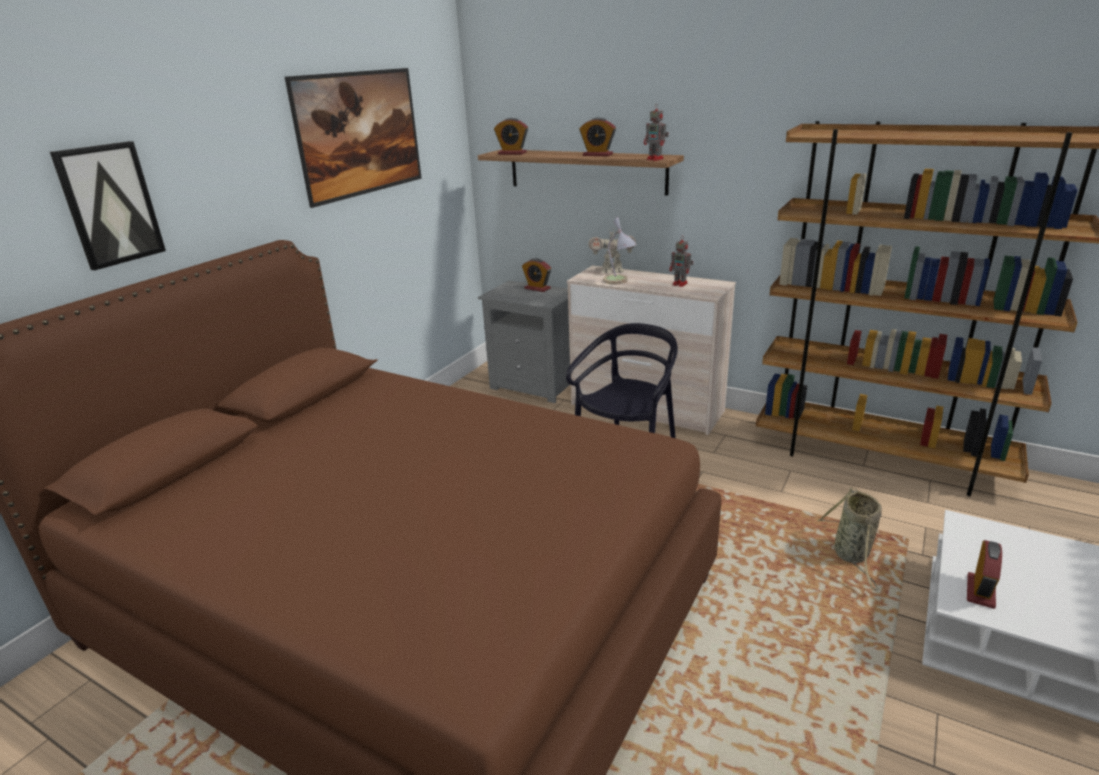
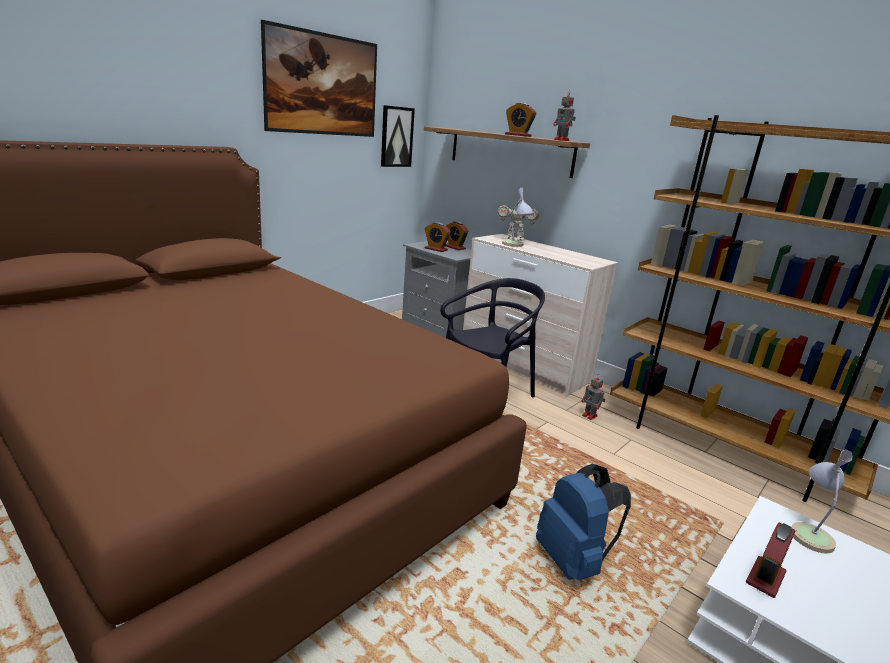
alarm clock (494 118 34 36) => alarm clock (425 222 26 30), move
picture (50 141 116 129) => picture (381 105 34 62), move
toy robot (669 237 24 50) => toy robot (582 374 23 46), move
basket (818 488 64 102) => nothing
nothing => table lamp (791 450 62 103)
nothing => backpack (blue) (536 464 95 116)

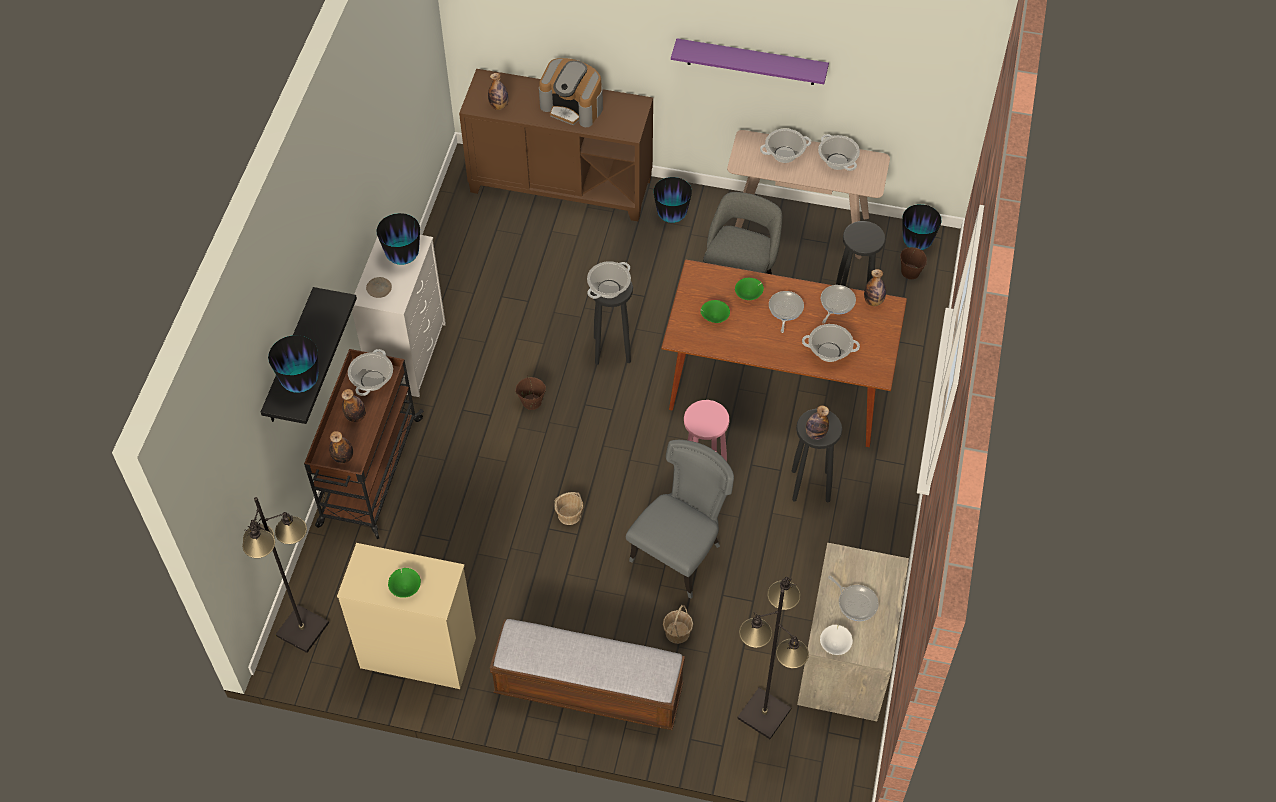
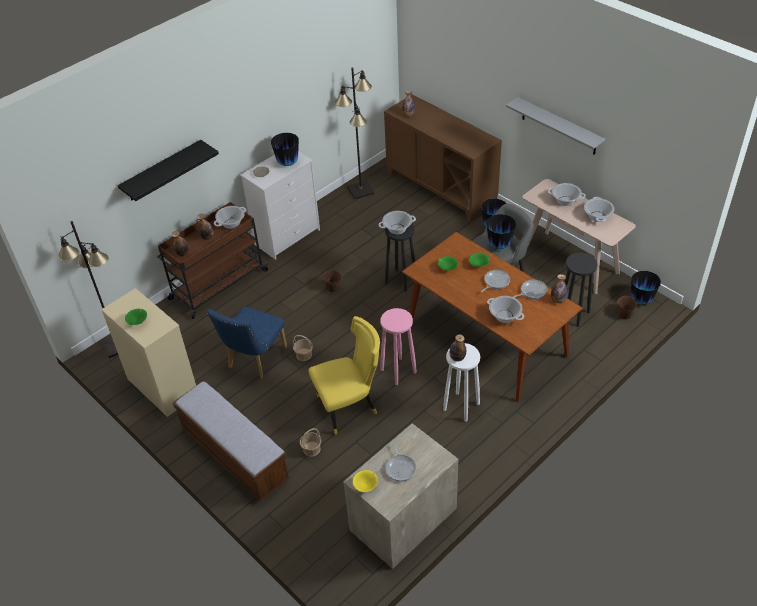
shelf (purple) (671 39 158 46) => shelf (grey) (506 97 99 58)
coffee machine (539 58 64 69) => nothing
vase (268 335 50 58) => vase (486 214 30 35), move
stool (black) (792 409 50 93) => stool (white) (443 343 37 79)
chair (grey) (626 440 108 159) => chair (yellow) (308 316 72 119)
floor lamp (black) (737 577 72 162) => floor lamp (black) (335 67 40 132), move
bowl (white) (820 625 33 30) => bowl (yellow) (353 470 25 22)
nothing => chair (blue) (207 307 80 72)

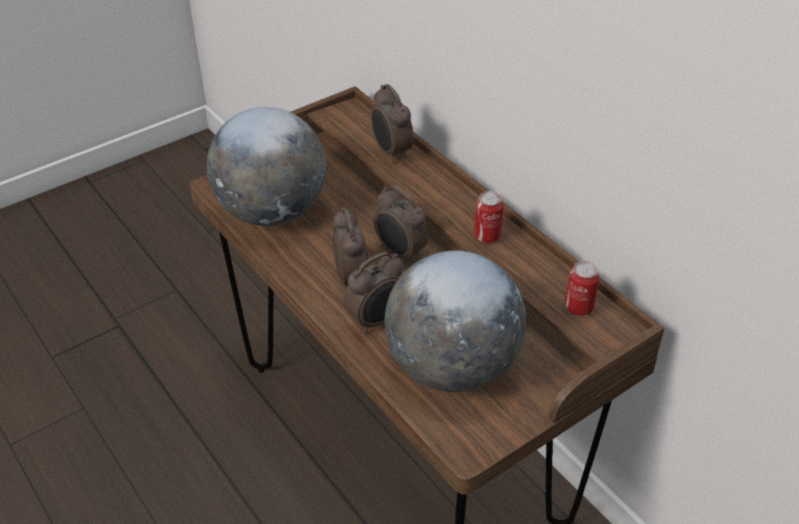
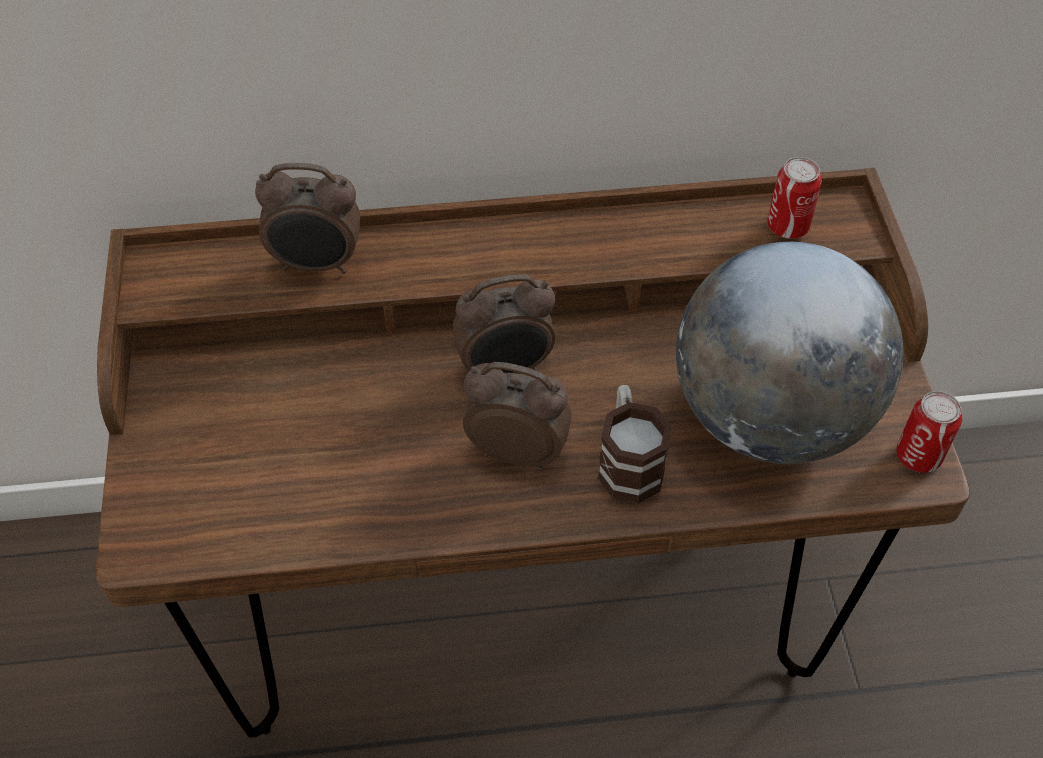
globe (207 107 119 119) => nothing
can (474 191 30 52) => can (896 391 66 82), move
alarm clock (343 252 60 81) => mug (597 385 75 118)

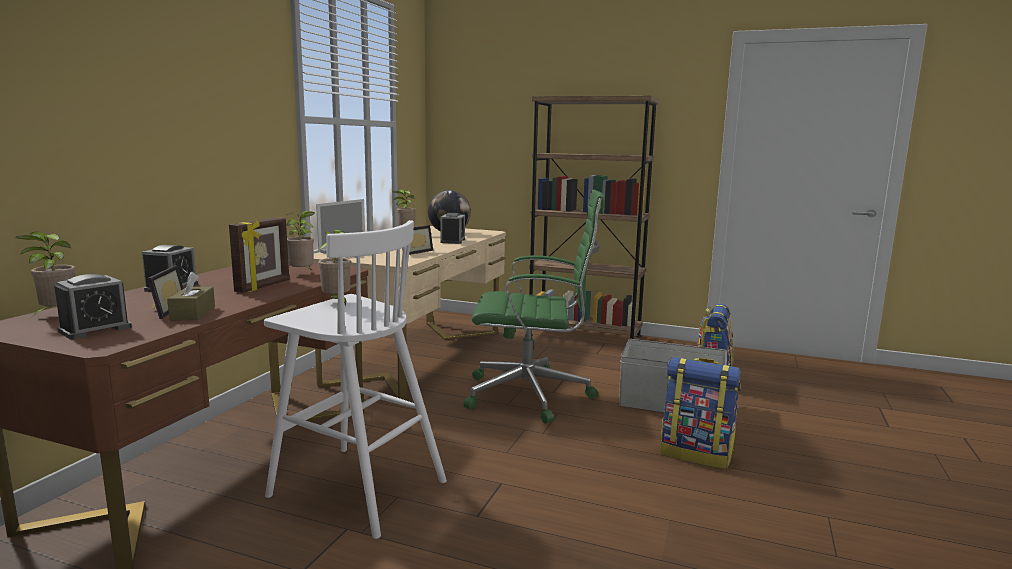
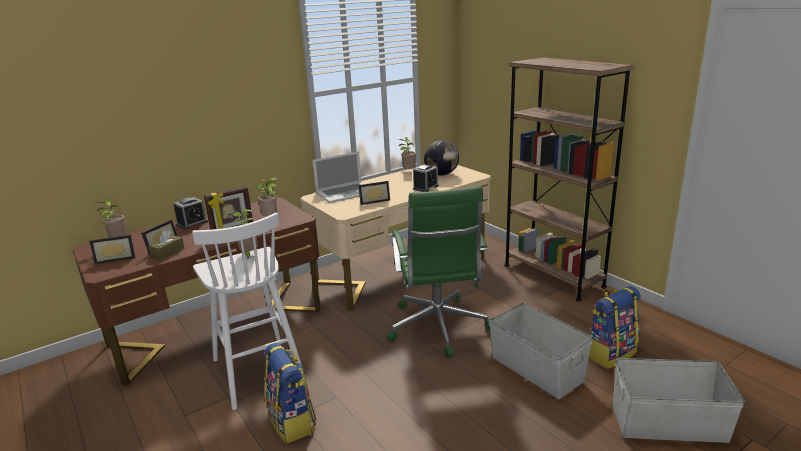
office chair (green) (463 190 142 234) => office chair (green) (387 187 103 171), 45 degrees clockwise
alarm clock (54 274 78 65) => picture frame (89 235 46 29)
backpack (661 357 80 112) => backpack (264 343 52 101), move
nothing => storage box (grey) (612 358 133 85)

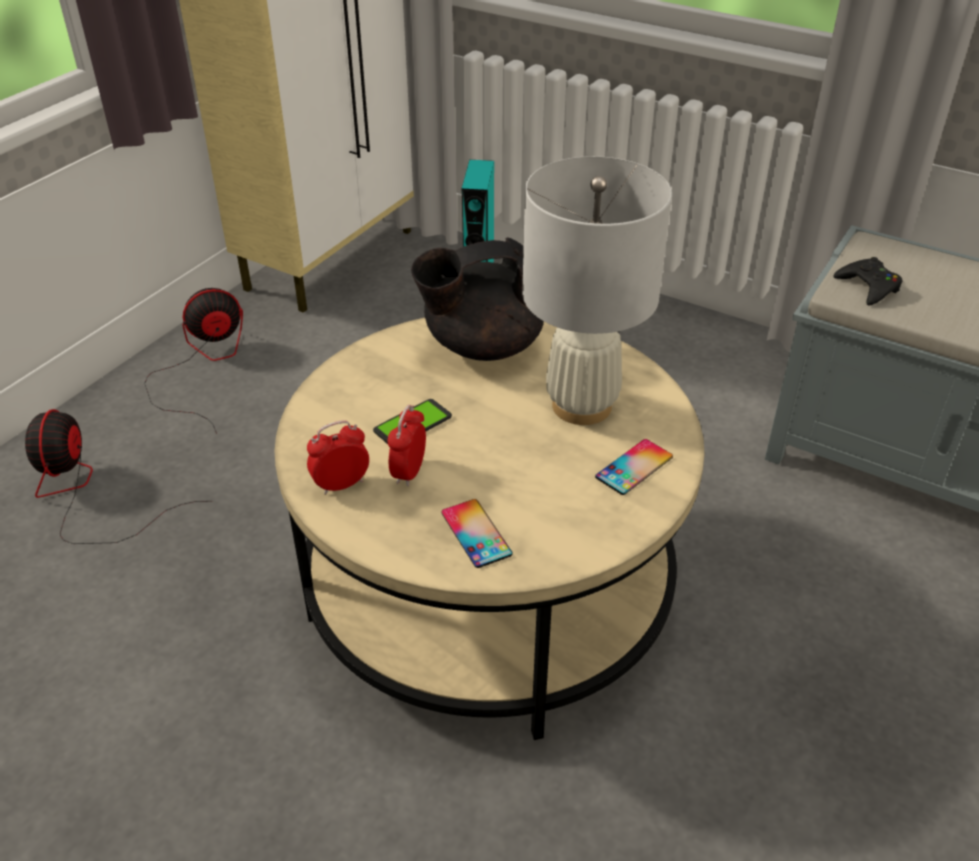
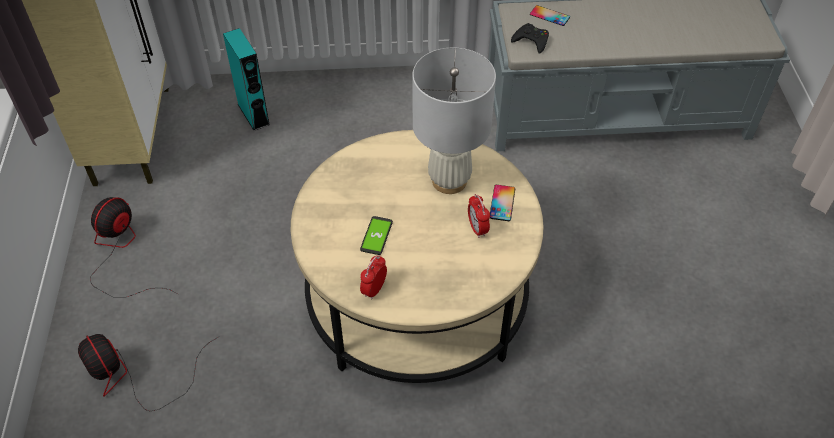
teapot (black) (411 238 133 123) => nothing
alarm clock (388 405 38 81) => alarm clock (468 194 22 44), move
phone (441 499 72 69) => phone (530 5 40 21), move

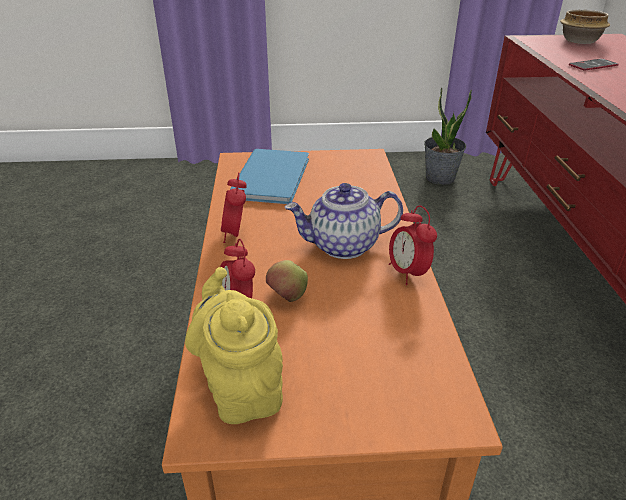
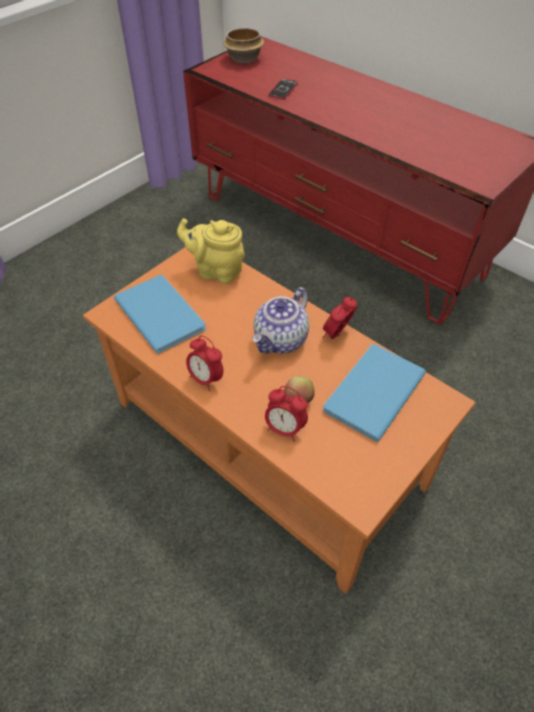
potted plant (424 87 48 98) => nothing
alarm clock (389 205 48 80) => alarm clock (323 297 34 42), 105 degrees clockwise
teapot (yellow) (185 267 98 157) => teapot (yellow) (177 218 68 66), move
nothing => book (blue) (323 344 103 98)

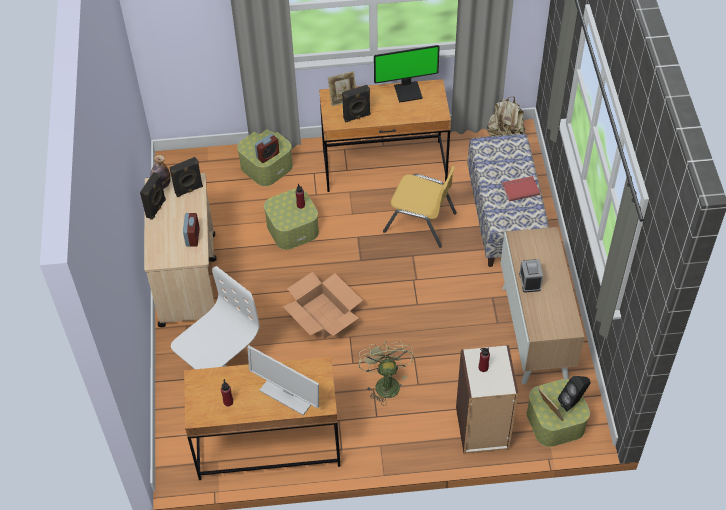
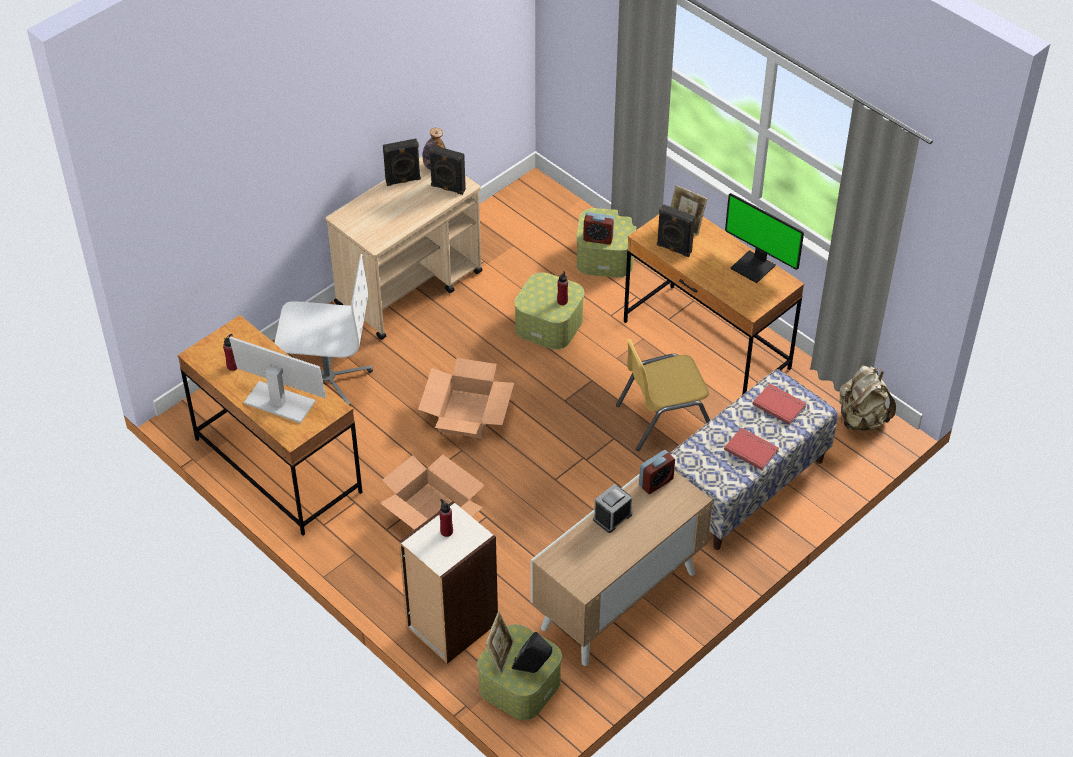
chair (yellow) (383 166 74 82) => chair (yellow) (616 339 94 112), 90 degrees clockwise
alarm clock (183 213 17 34) => alarm clock (639 450 36 44), move
fan (green) (359 341 55 64) => cardboard box (380 454 105 76)
monitor (248 345 71 70) => monitor (229 336 97 87), 120 degrees clockwise
nothing => book (red) (753 384 54 41)

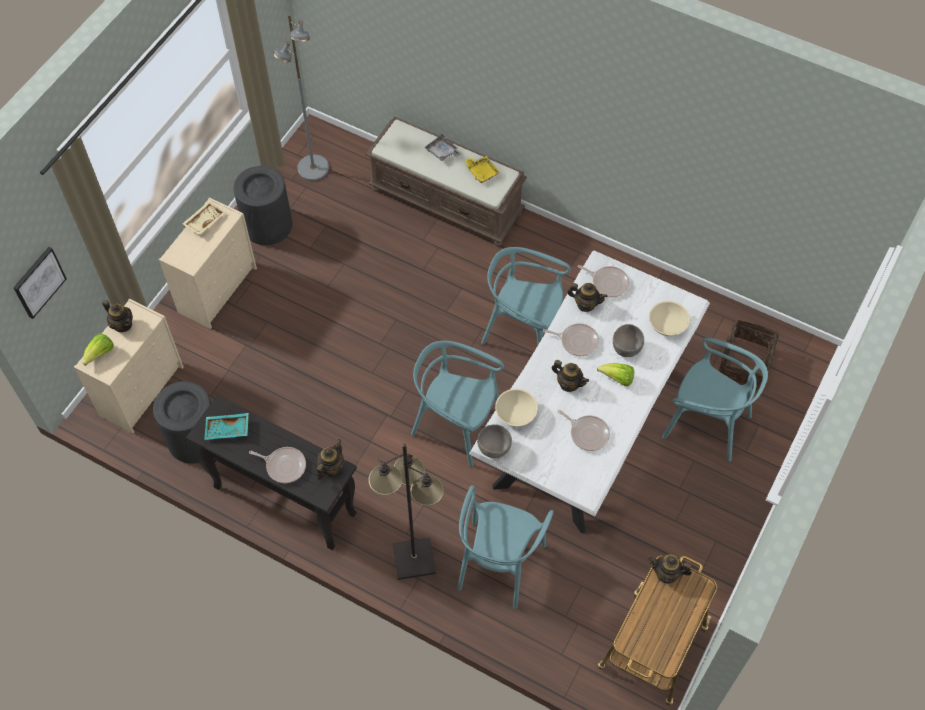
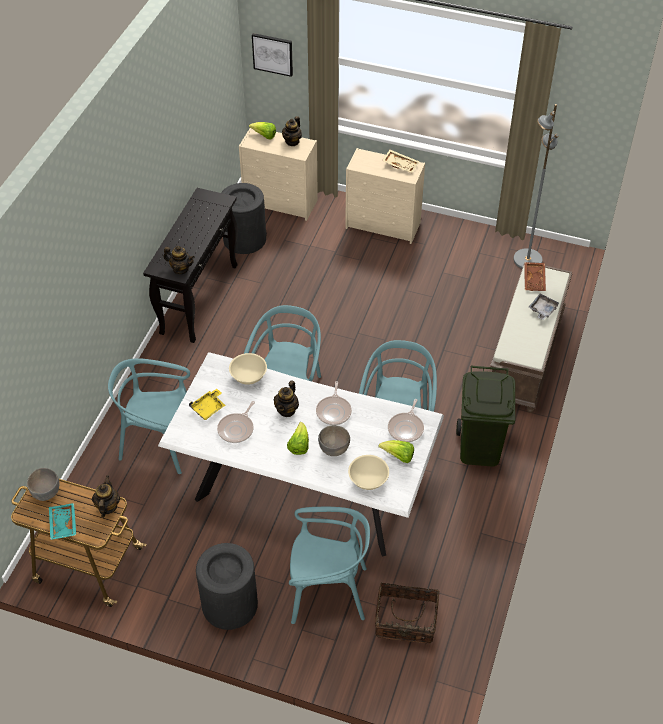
tray (yellow) (465 156 35 27) => tray (yellow) (189 389 36 31), move
trash can (black) (233 166 59 79) => trash can (black) (196 543 62 87), move
teapot (567 283 40 29) => nothing
chair (turquoise) (662 337 106 124) => chair (turquoise) (289 507 81 117), 105 degrees counterclockwise
tray (turquoise) (204 413 45 27) => tray (turquoise) (49 503 27 37), move
bowl (grey) (477 424 35 34) => bowl (grey) (27 468 33 33), move
floor lamp (black) (368 444 76 136) => nothing
frying pan (249 447 57 36) => nothing
nothing => tray (brown) (524 262 22 29)
nothing => trash can (green) (456 365 59 102)
nothing => lettuce (378 440 36 23)

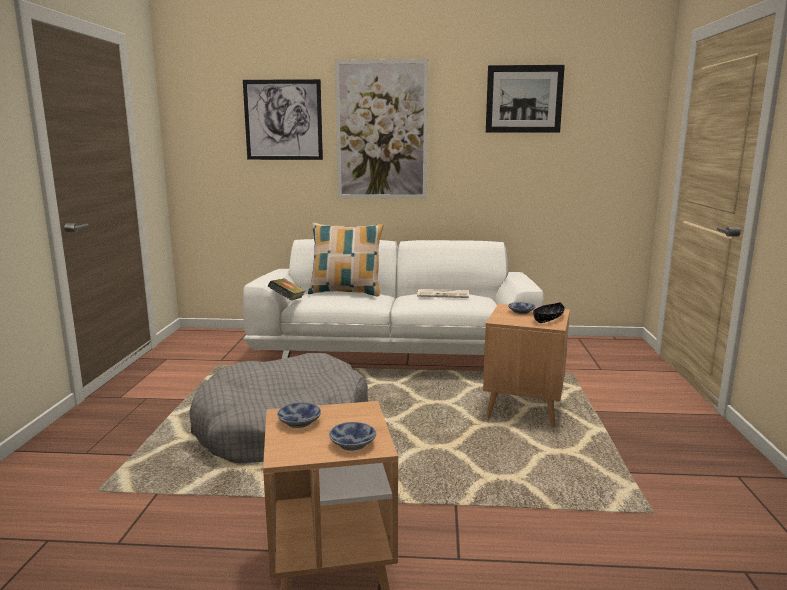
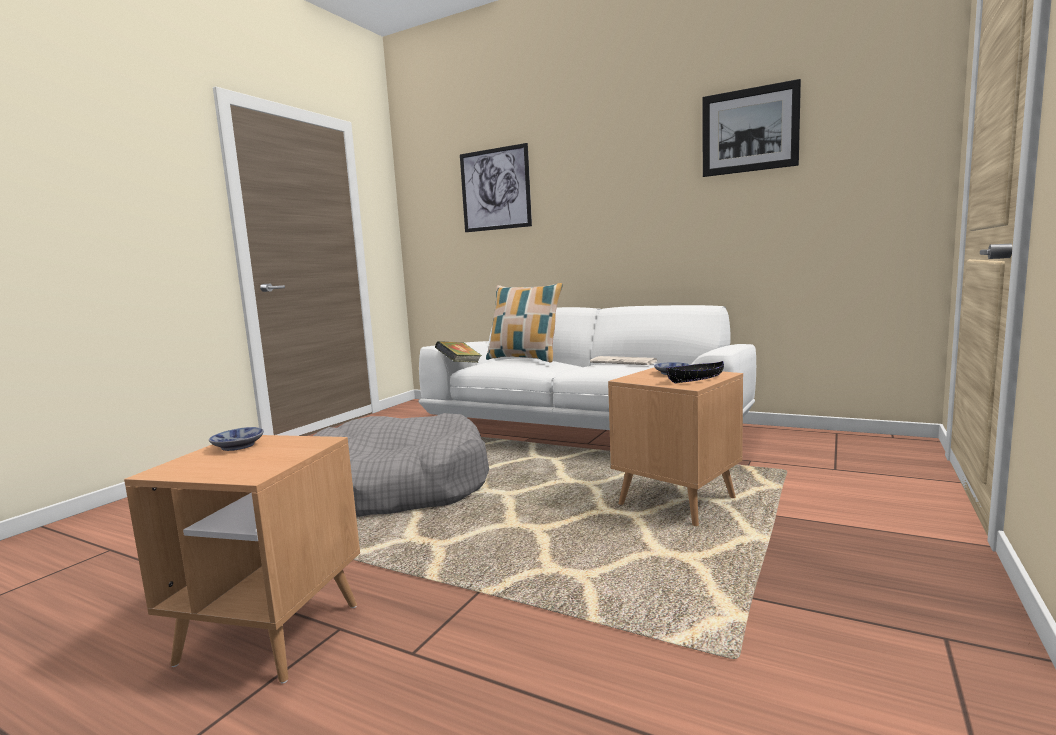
picture (335 59 94 140) => nothing
bowl (329 422 47 29) => nothing

